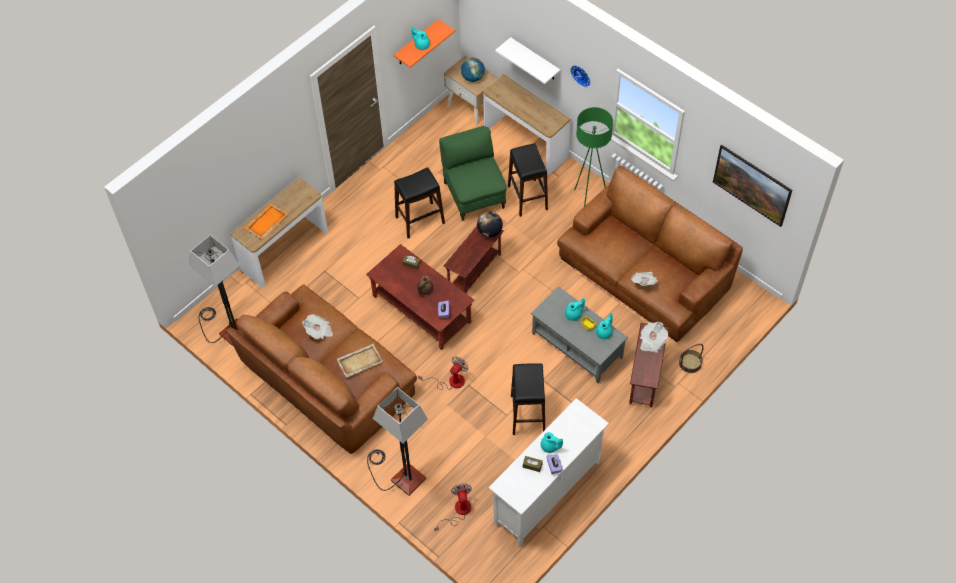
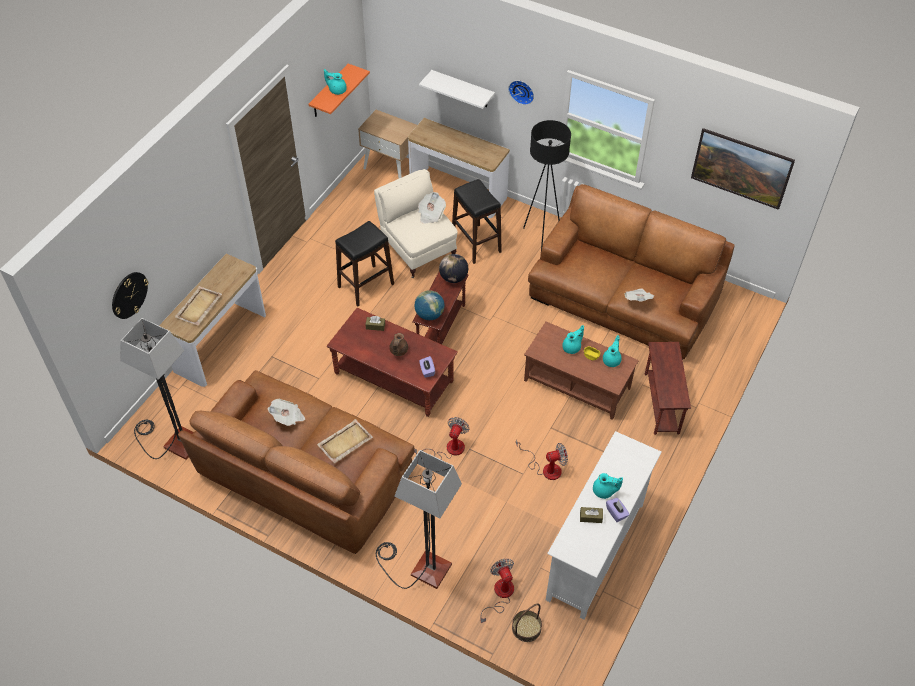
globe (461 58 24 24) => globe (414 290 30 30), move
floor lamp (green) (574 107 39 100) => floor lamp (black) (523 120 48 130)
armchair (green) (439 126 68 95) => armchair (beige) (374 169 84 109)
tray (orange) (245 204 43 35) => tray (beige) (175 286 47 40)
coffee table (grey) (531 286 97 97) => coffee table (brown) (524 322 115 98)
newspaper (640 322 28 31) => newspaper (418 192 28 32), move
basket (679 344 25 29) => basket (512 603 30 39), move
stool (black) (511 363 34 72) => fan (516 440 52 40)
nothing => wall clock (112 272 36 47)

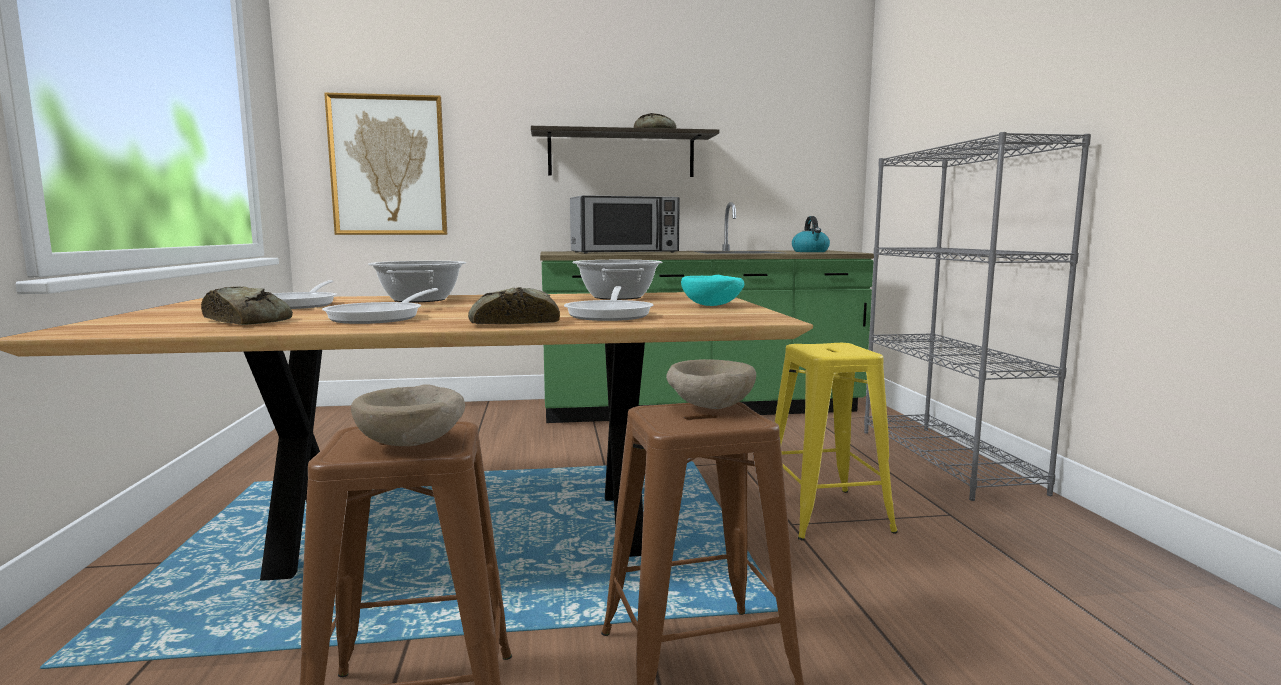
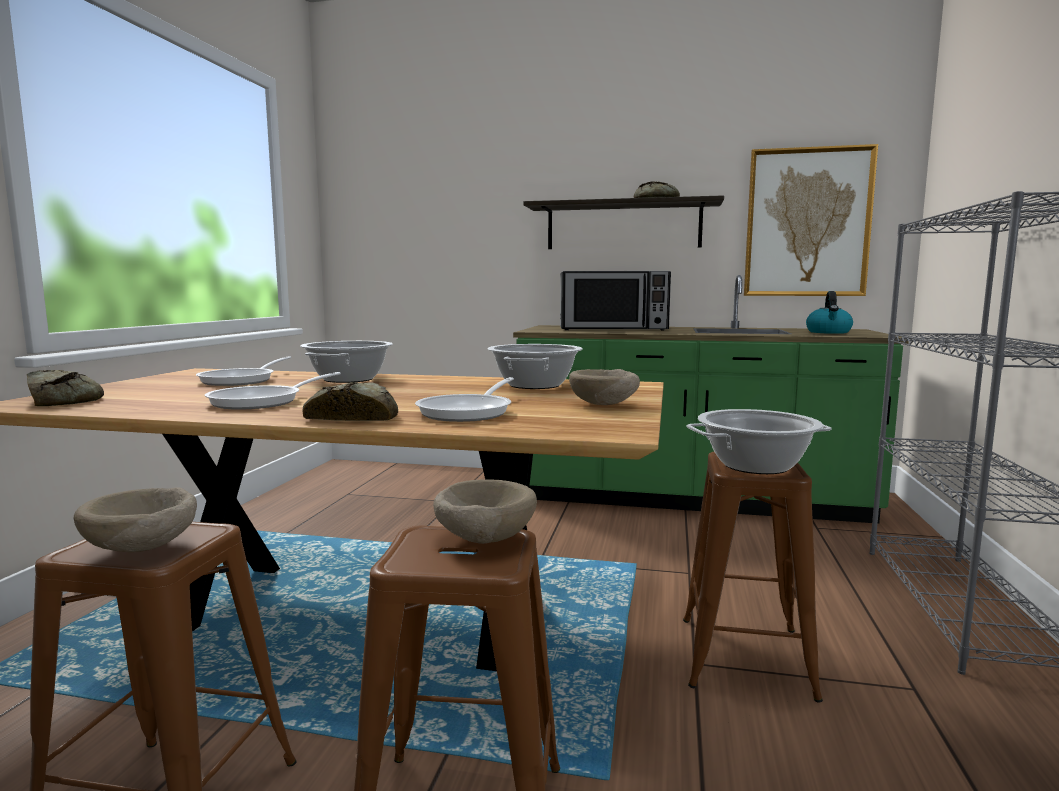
picture (324 93 123 142) => picture (744 144 134 152), move
bowl (turquoise) (681 275 63 31) => bowl (beige) (569 369 71 36)
bread (201 286 92 39) => bread (27 370 77 36), move
stool (yellow) (775 343 123 198) => stool (brown) (683 452 140 251)
nothing => cooking pot (686 409 146 65)

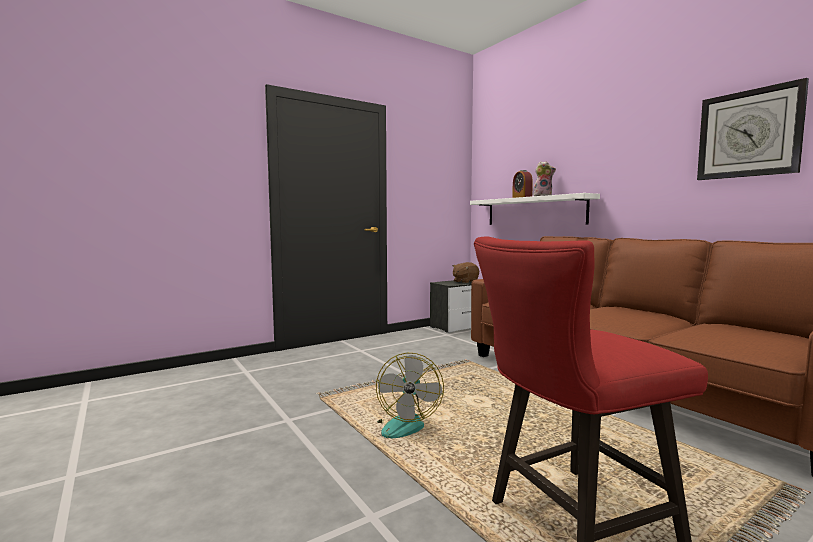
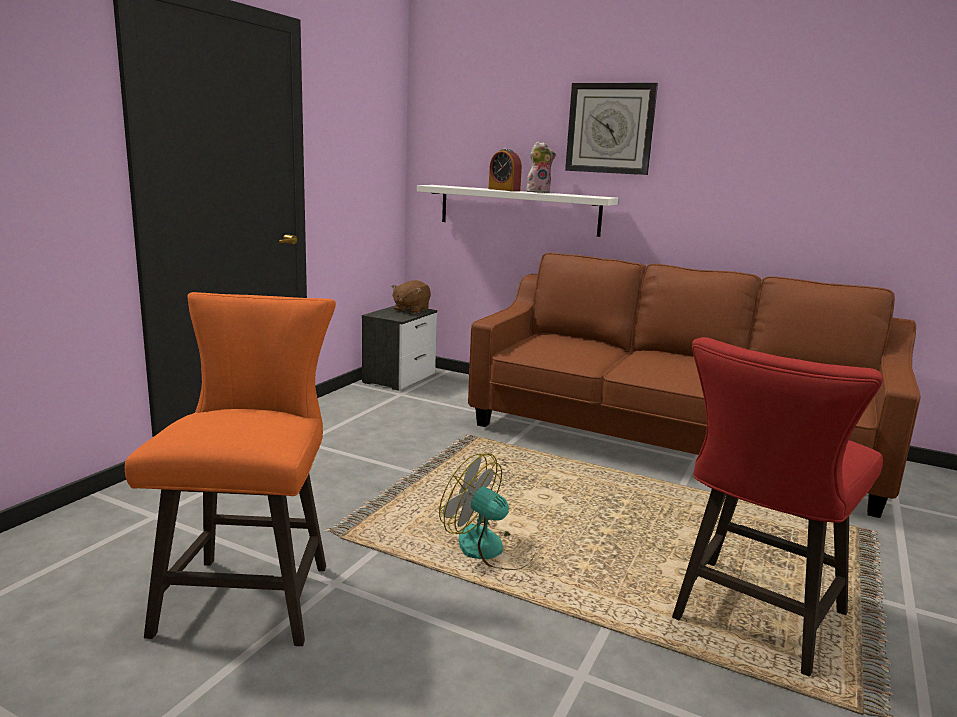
wall clock (697 78 112 102) => wall clock (565 83 93 92), move
fan (376 353 68 85) => fan (439 453 96 117), 150 degrees clockwise
nothing => stool (orange) (125 292 211 354)

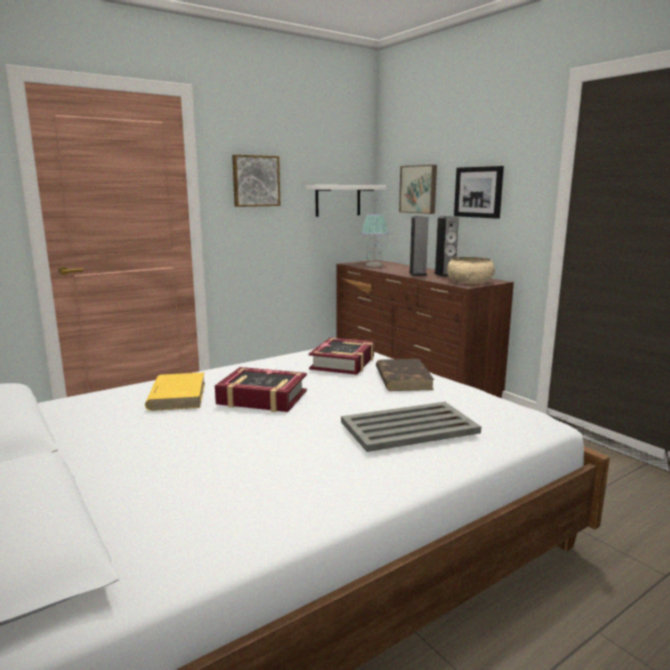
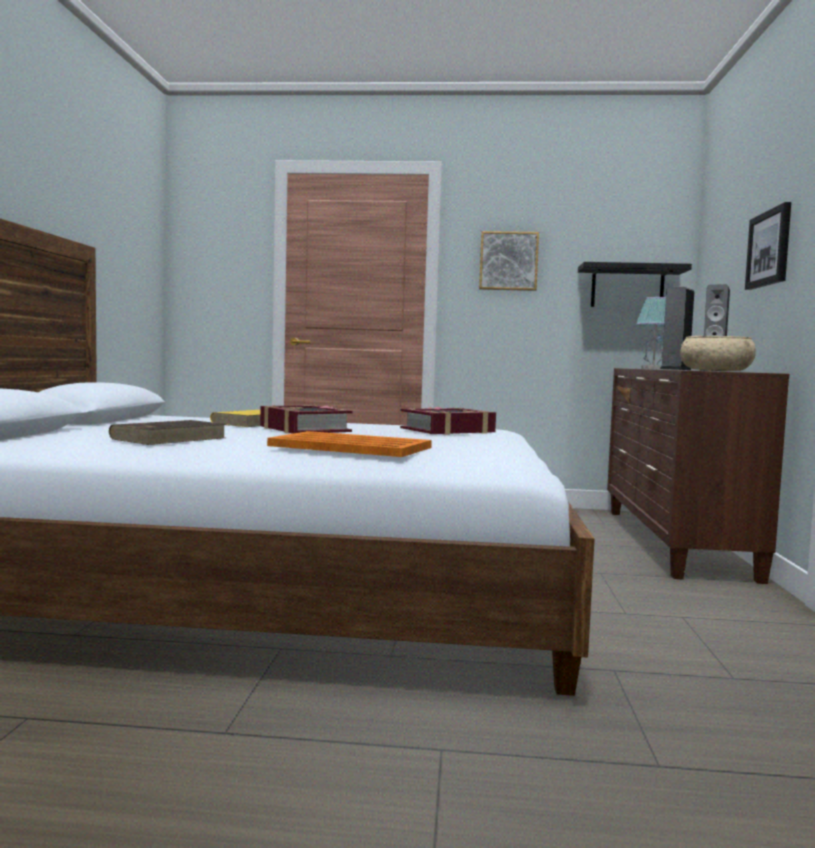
picture (399 165 38 49) => nothing
shelf (white) (306 185 80 32) => shelf (black) (578 262 114 45)
book (brown) (376 359 58 32) => book (brown) (109 420 117 25), move
tray (grey) (341 402 140 50) => tray (orange) (267 431 165 26)

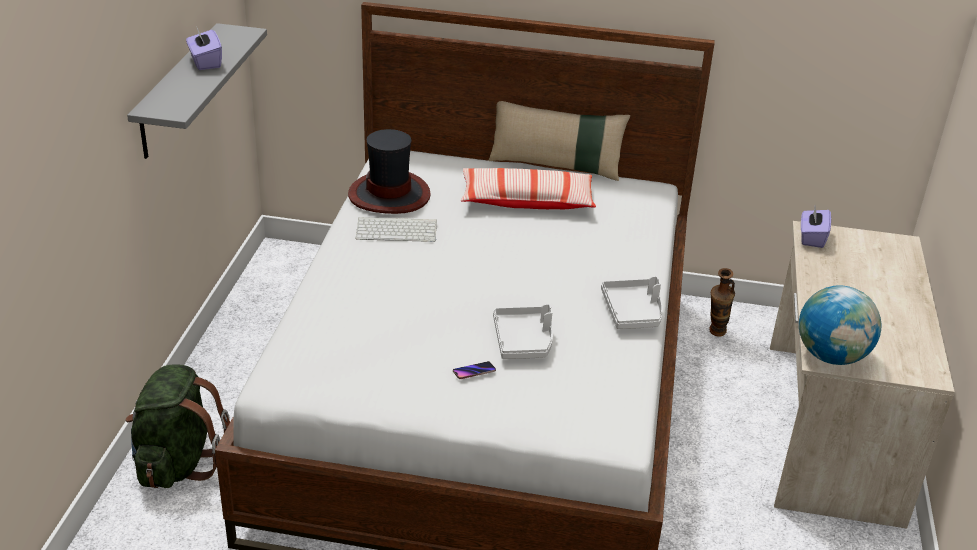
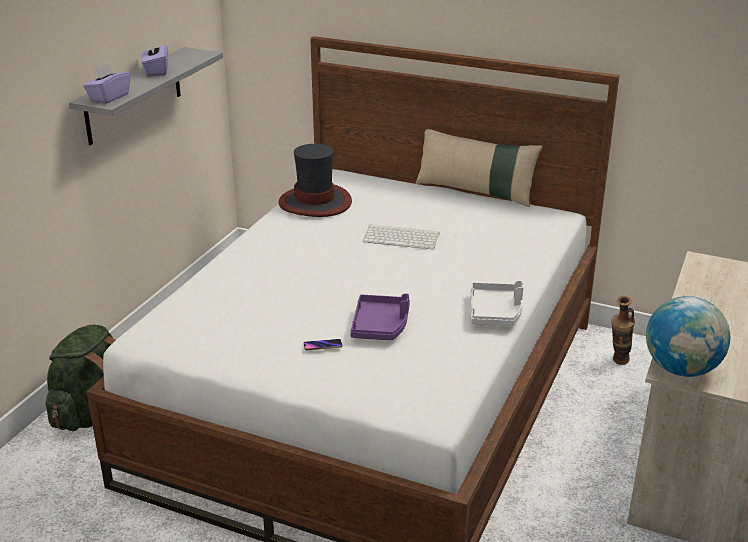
pillow (461 168 135 41) => nothing
tissue box (purple) (801 206 30 42) => tissue box (purple) (83 63 47 41), move
keyboard (355 217 82 25) => keyboard (362 224 78 25), move
tray (grey) (493 304 60 55) => tray (purple) (350 293 60 47)

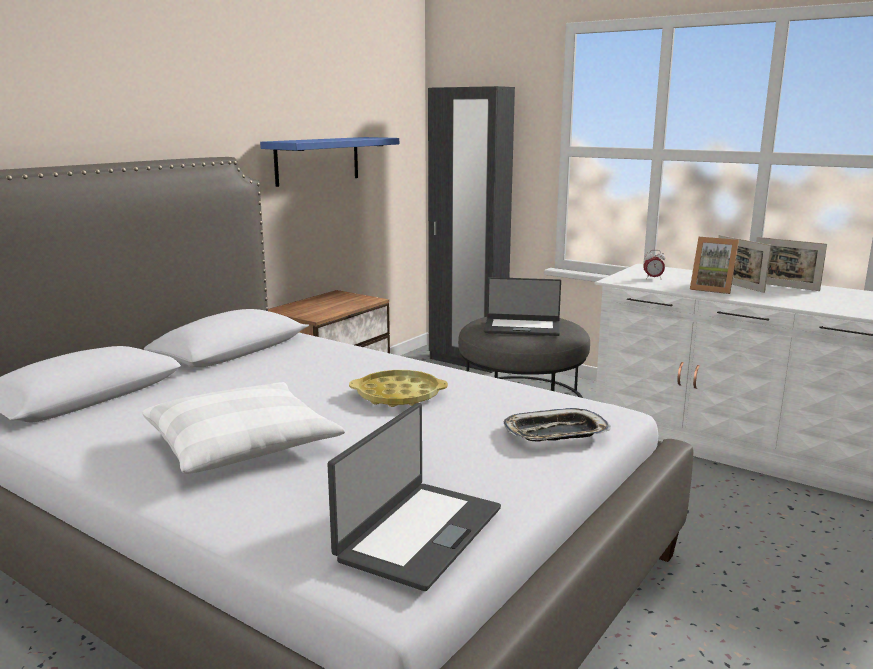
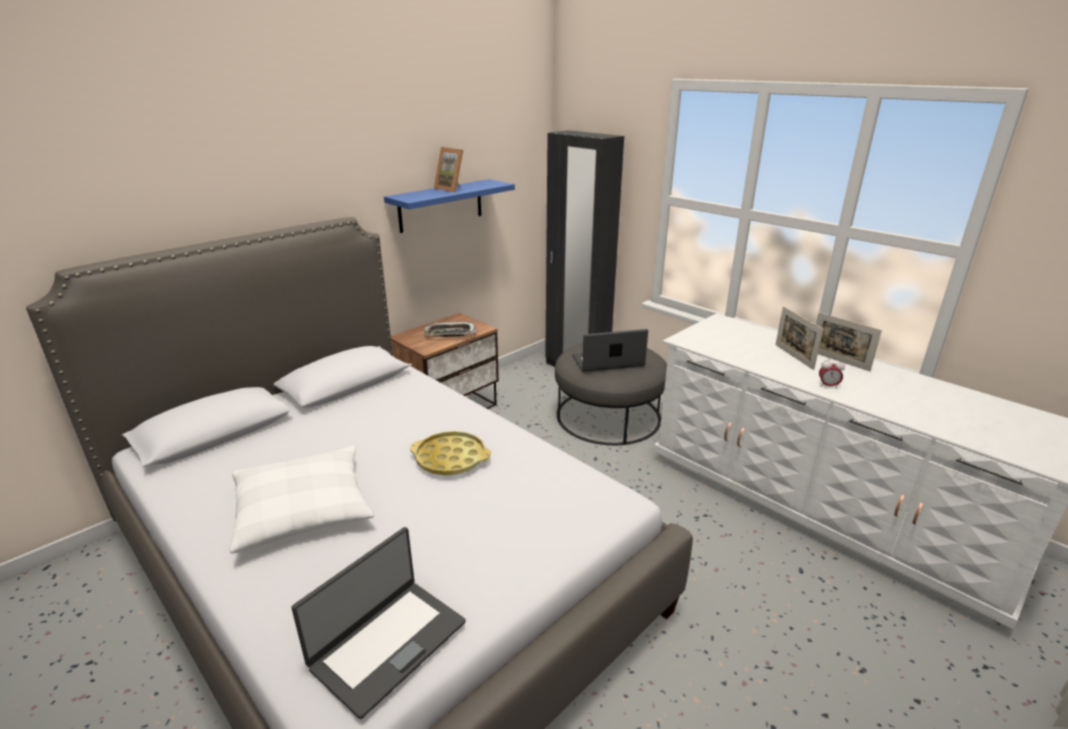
picture frame (690 237 49 57) => picture frame (434 147 29 46), move
alarm clock (643 250 22 29) => alarm clock (819 358 26 31), move
laptop (484 277 77 59) => laptop (572 329 76 43), 150 degrees clockwise
tray (504 408 107 34) => tray (423 321 54 16), move

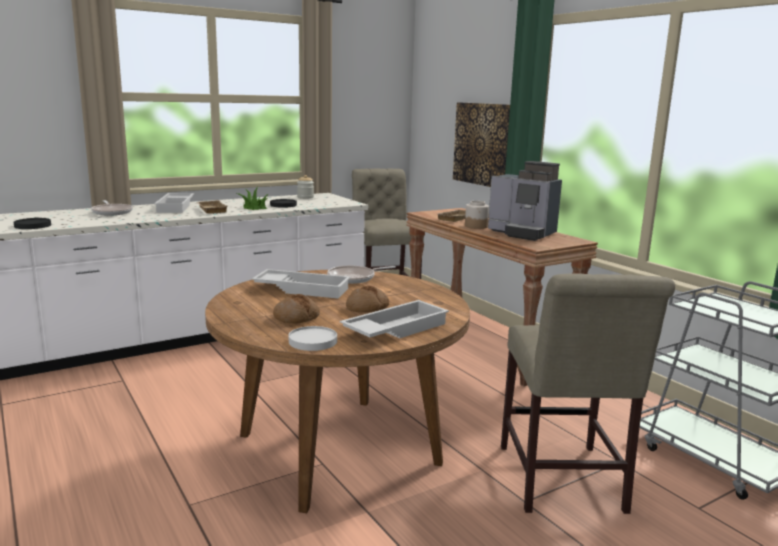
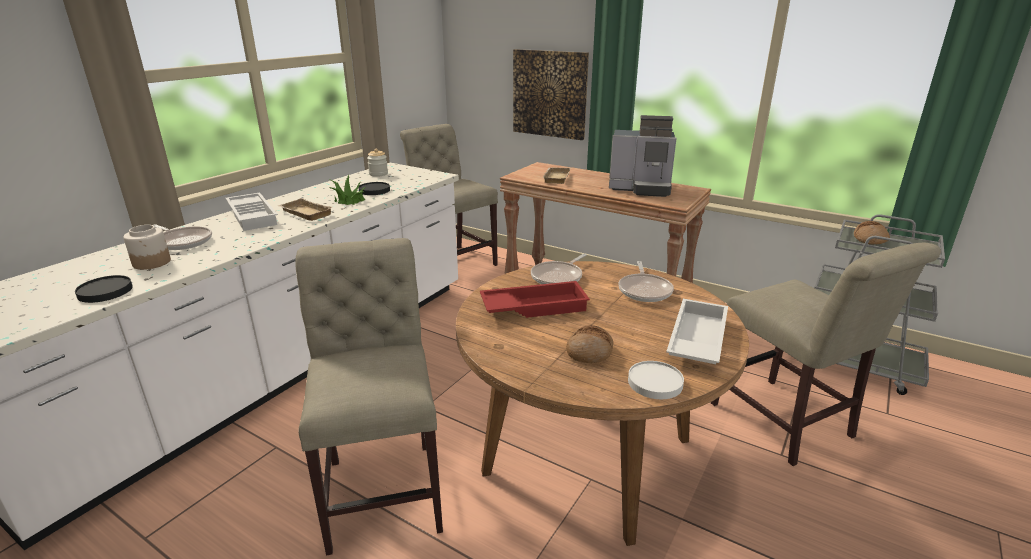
jar (465 201 24 28) => jar (123 225 48 45), move
tray (white) (252 269 99 30) => tray (red) (480 281 110 37)
bread (346 286 43 26) => bread (854 221 36 23), move
nothing => chair (beige) (295 238 148 317)
nothing => frying pan (619 261 55 41)

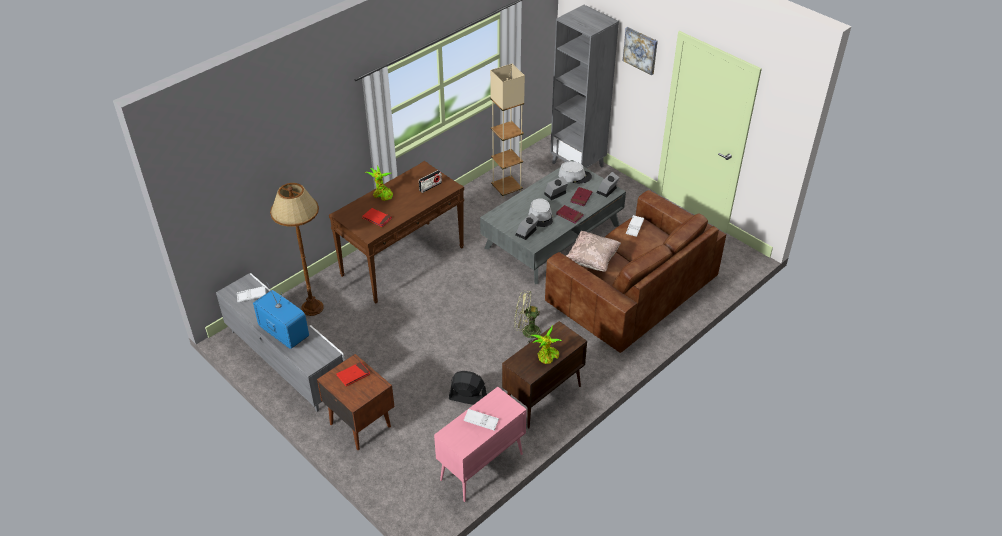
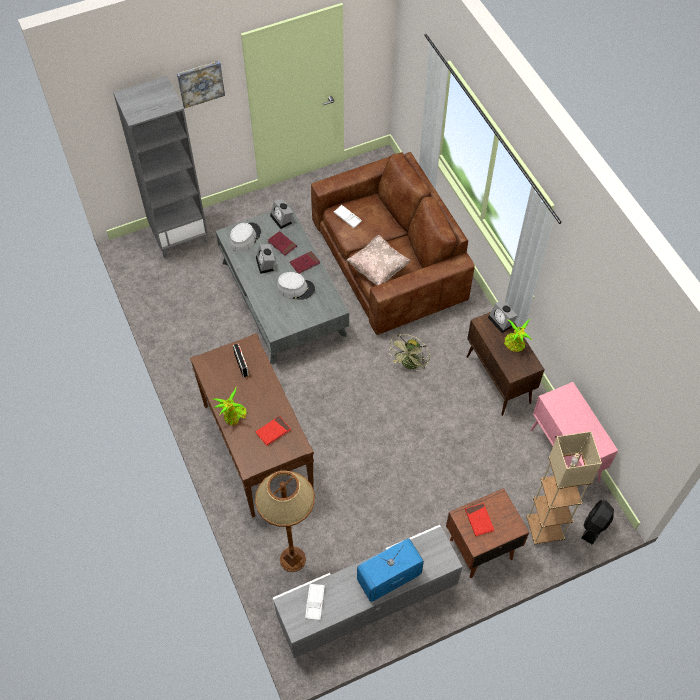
floor lamp (beige) (490 64 35 134) => floor lamp (beige) (526 431 76 113), move
alarm clock (515 213 24 27) => alarm clock (488 300 30 33), move
fan (black) (449 371 38 34) => fan (black) (581 500 33 45), move
tray (white) (464 409 35 22) => nothing

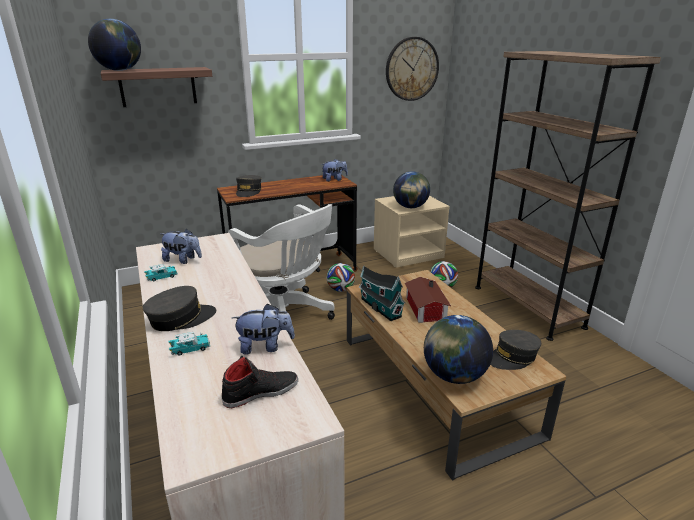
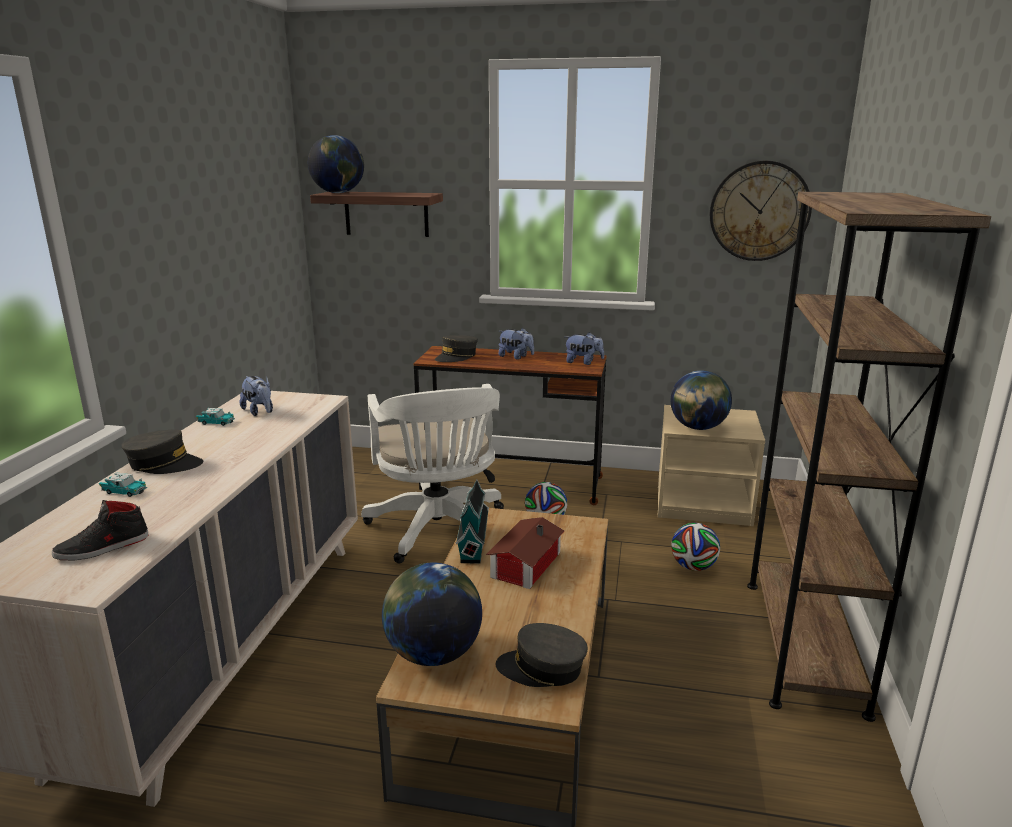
plush toy (232 304 63 51) => plush toy (499 328 35 32), move
shoe (black) (221 356 77 52) => shoe (black) (52 500 97 61), 135 degrees clockwise

